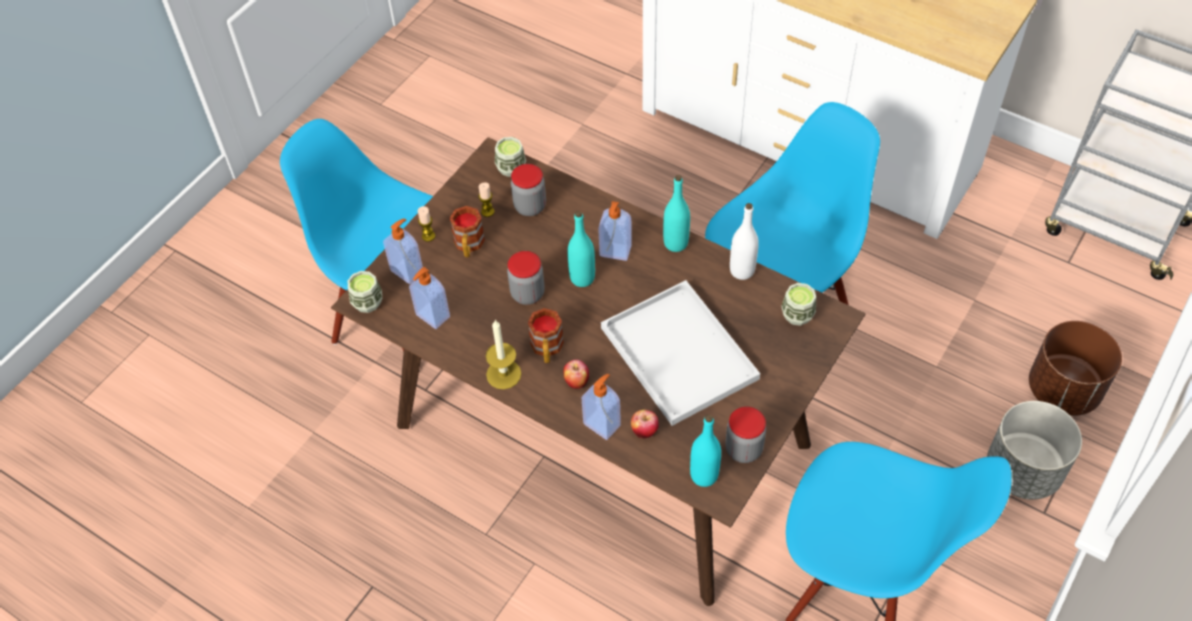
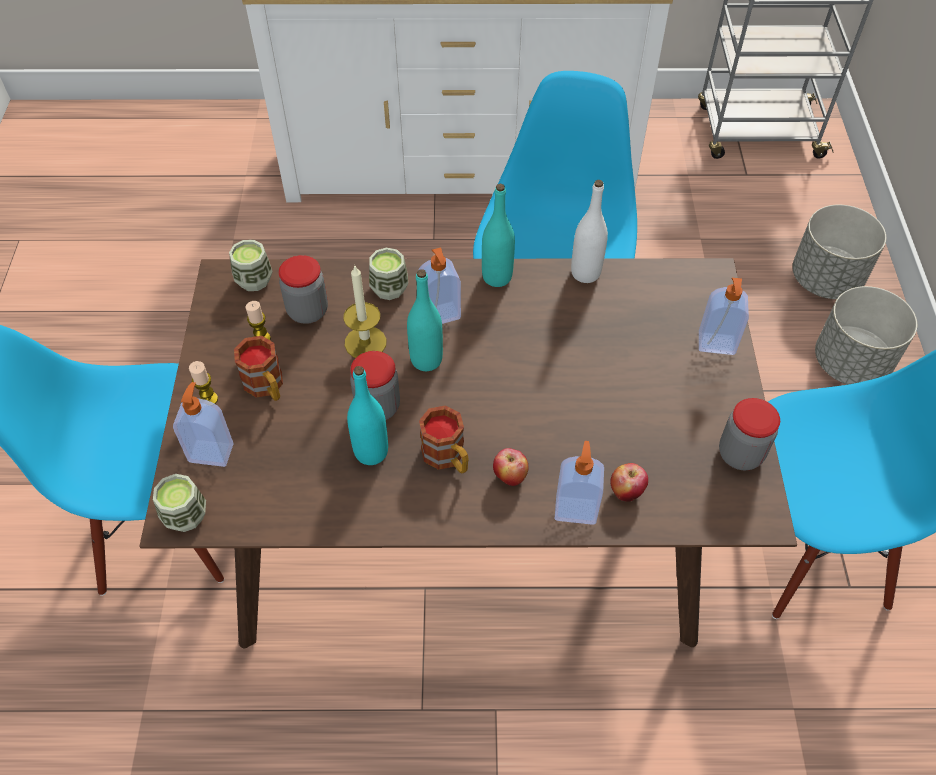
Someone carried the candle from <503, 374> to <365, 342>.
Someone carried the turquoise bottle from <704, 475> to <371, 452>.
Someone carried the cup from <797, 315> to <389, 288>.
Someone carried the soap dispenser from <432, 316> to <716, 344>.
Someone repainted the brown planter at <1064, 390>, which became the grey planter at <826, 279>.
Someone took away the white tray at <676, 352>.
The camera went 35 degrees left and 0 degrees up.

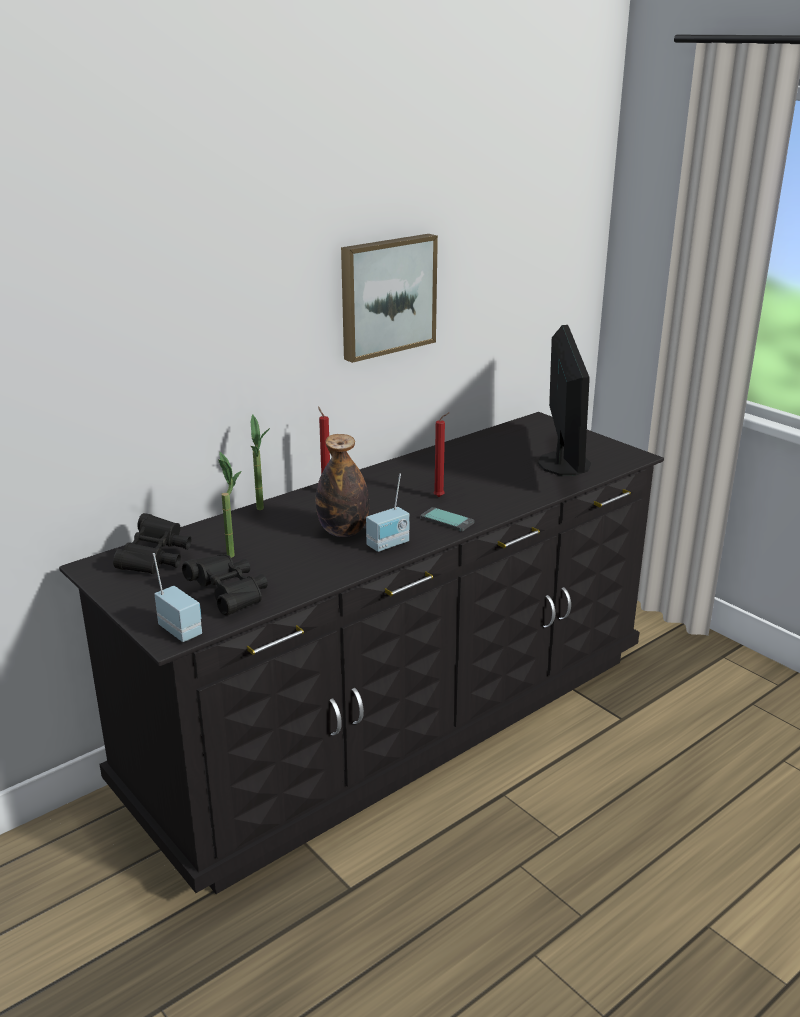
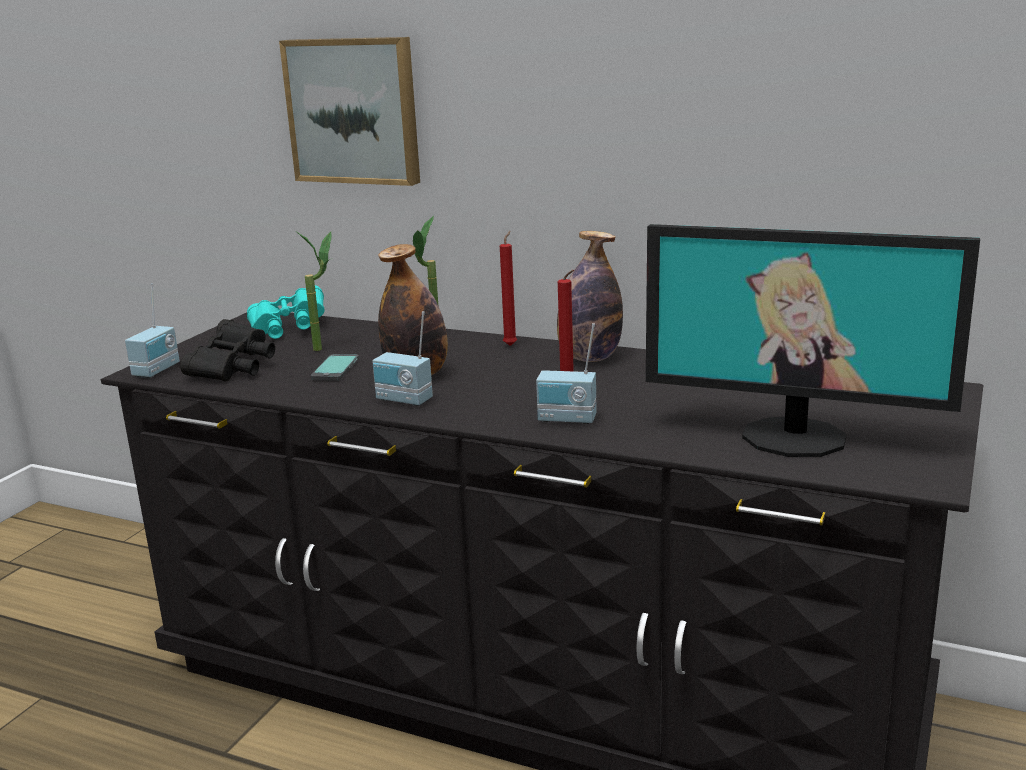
Someone repainted the black binoculars at <156, 559>, which became the turquoise binoculars at <288, 329>.
Someone carried the picture from <386, 296> to <354, 110>.
Someone carried the phone from <447, 520> to <335, 369>.
Someone put down the radio at <567, 420>.
Someone put down the bottle at <589, 358>.
Someone rotated the monitor at <562, 464> by 45 degrees clockwise.
The camera went 65 degrees right and 5 degrees down.

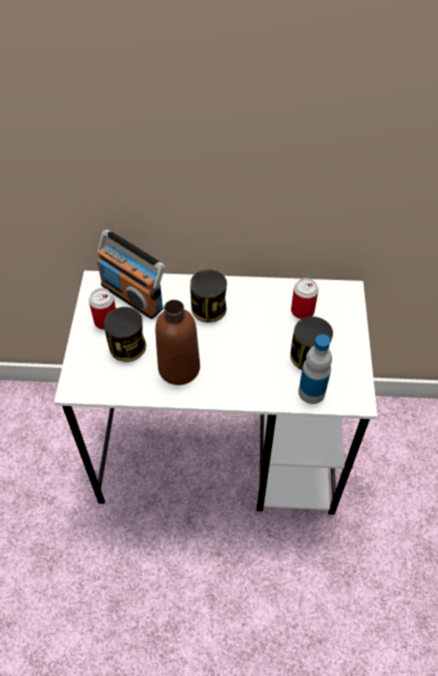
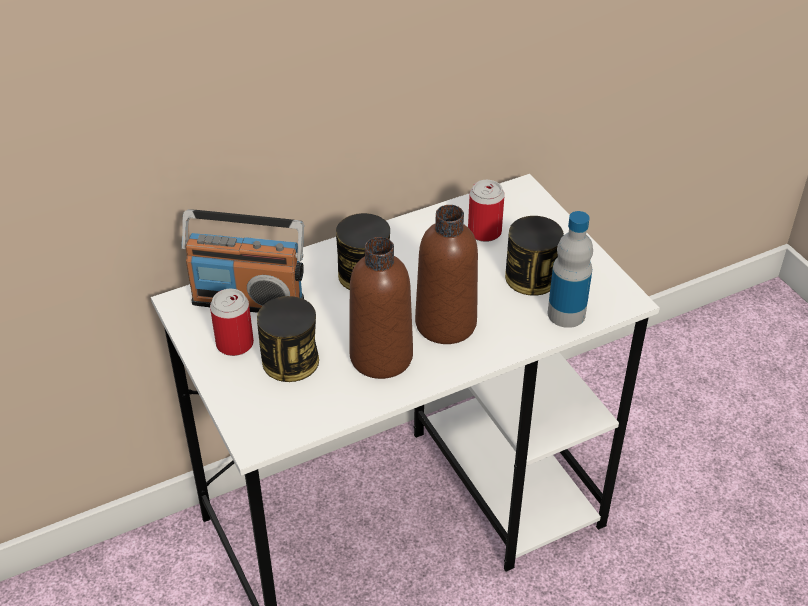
Someone put down the brown bottle at <445, 324>.
The camera went 30 degrees left and 10 degrees down.

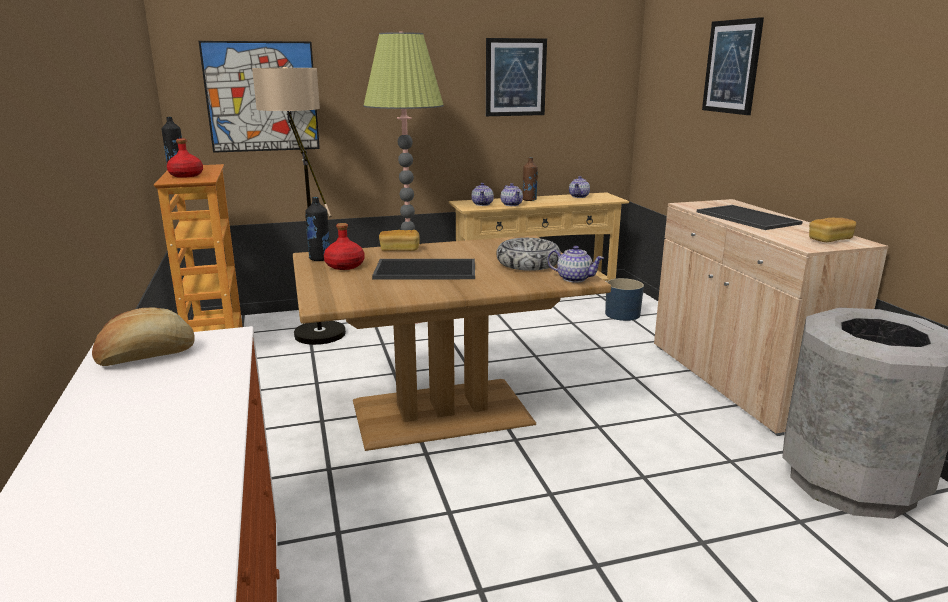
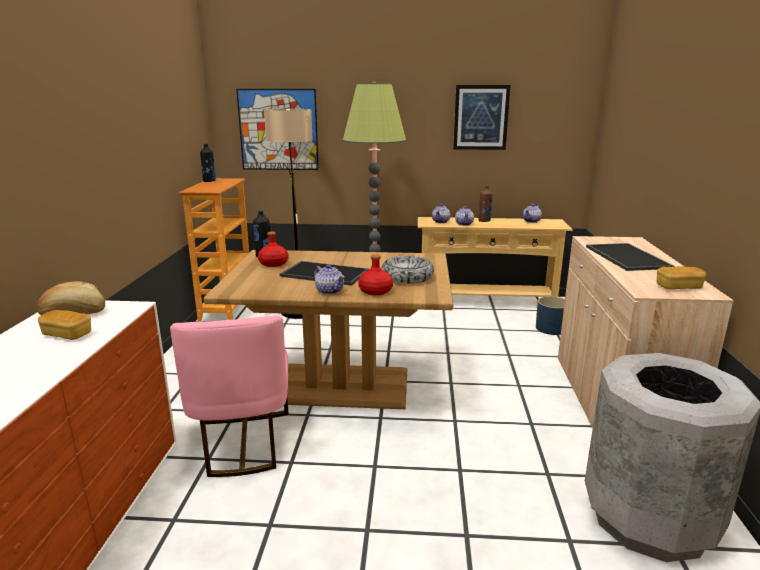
Someone carried the bread from <399, 249> to <67, 335>.
Someone put down the pink chair at <243, 443>.
Someone carried the teapot from <574, 278> to <329, 291>.
Someone carried the red bottle from <186, 175> to <375, 291>.
Someone took away the picture at <732, 67>.
The camera went 20 degrees right and 0 degrees up.

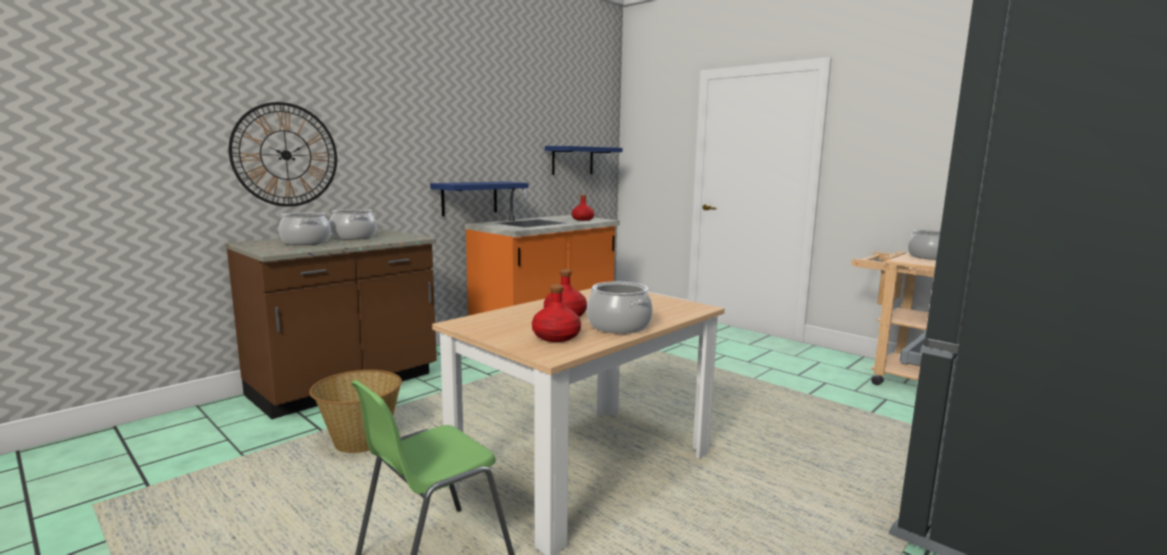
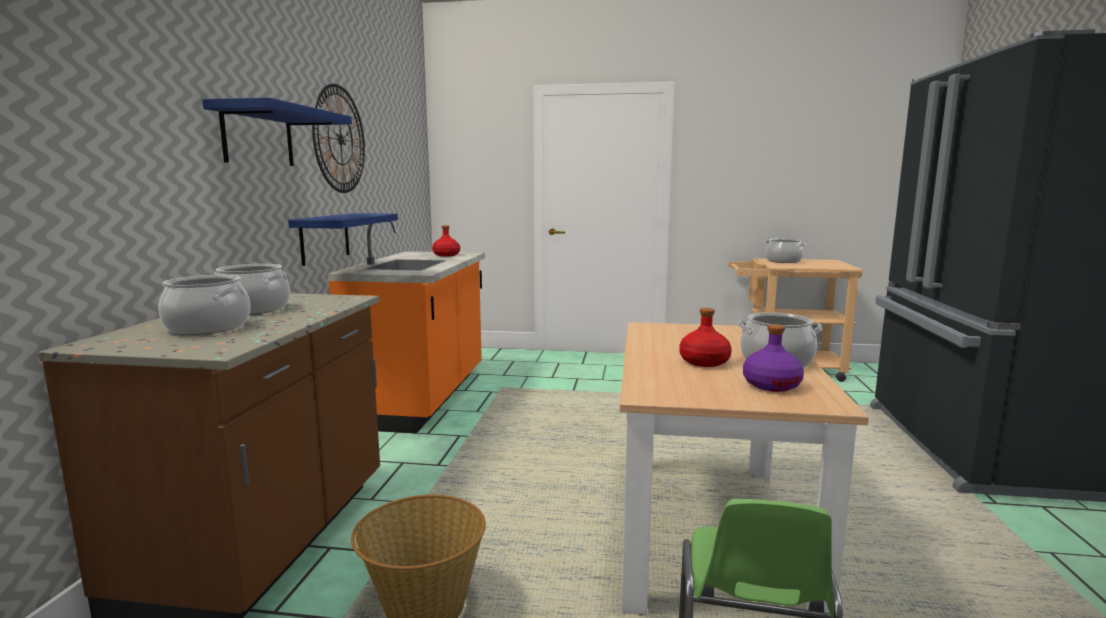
Someone carried the blue shelf from <572, 160> to <258, 136>.
Someone carried the wall clock from <286, 155> to <340, 139>.
Someone repainted the red bottle at <556, 337>, which became the purple bottle at <771, 385>.
The camera went 35 degrees left and 0 degrees up.

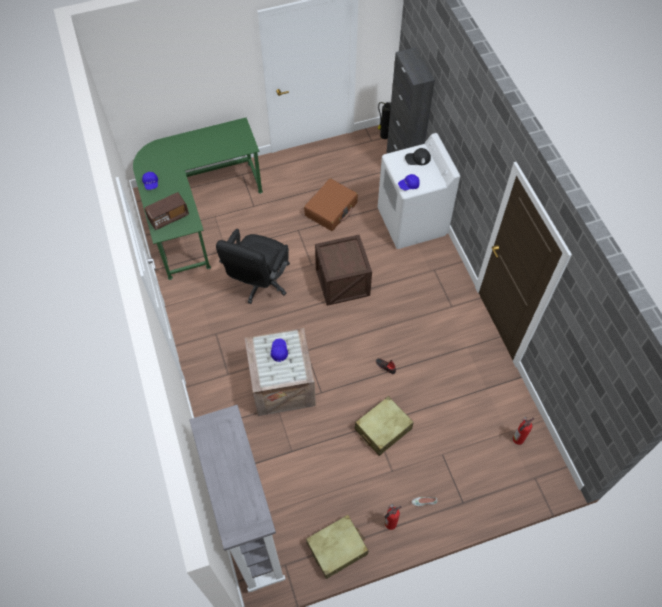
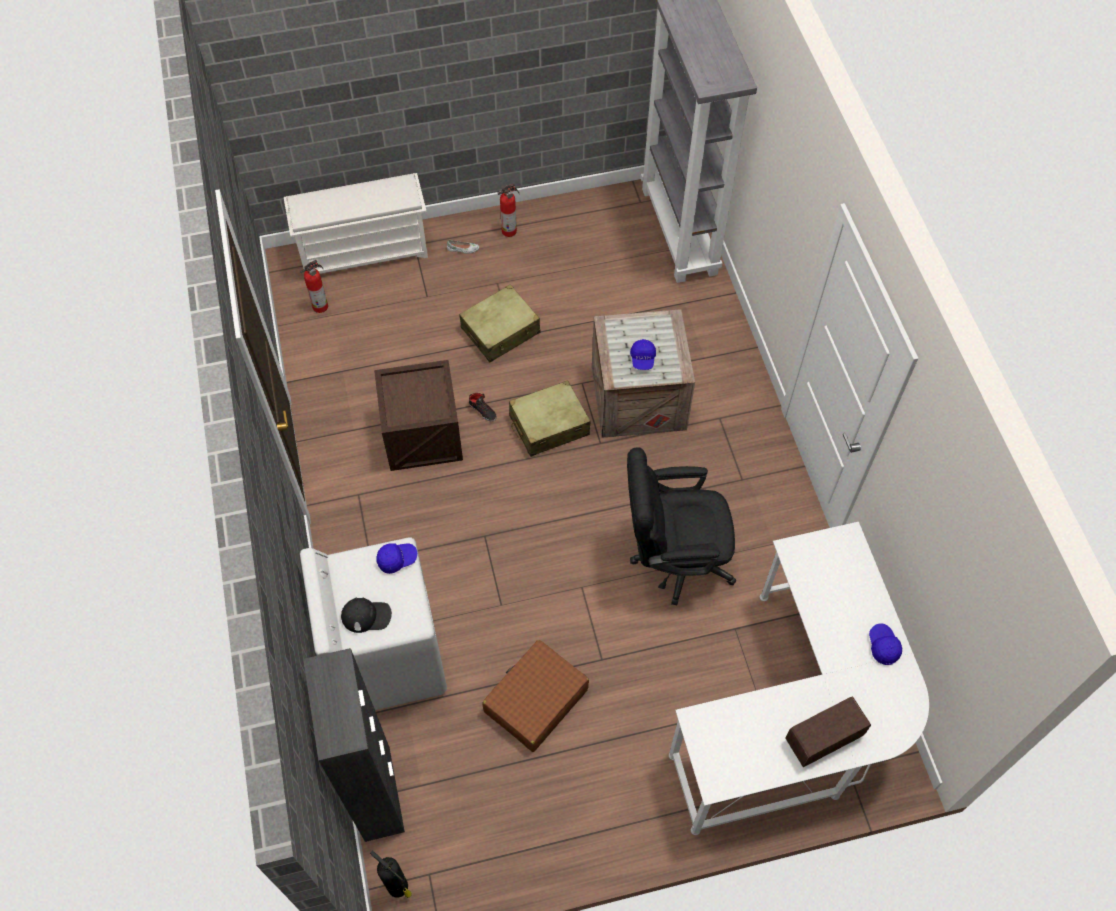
Someone put down the white shoe rack at <365, 252>.
Someone carried the crate from <342, 282> to <422, 434>.
Someone carried the beige suitcase from <337, 548> to <548, 425>.
Someone rotated the black office chair at <259, 283> by 120 degrees counterclockwise.
Someone repainted the green desk at <196, 212>, which became the white desk at <797, 716>.
Someone carried the radio from <168, 217> to <824, 738>.
The camera went 175 degrees left and 0 degrees up.

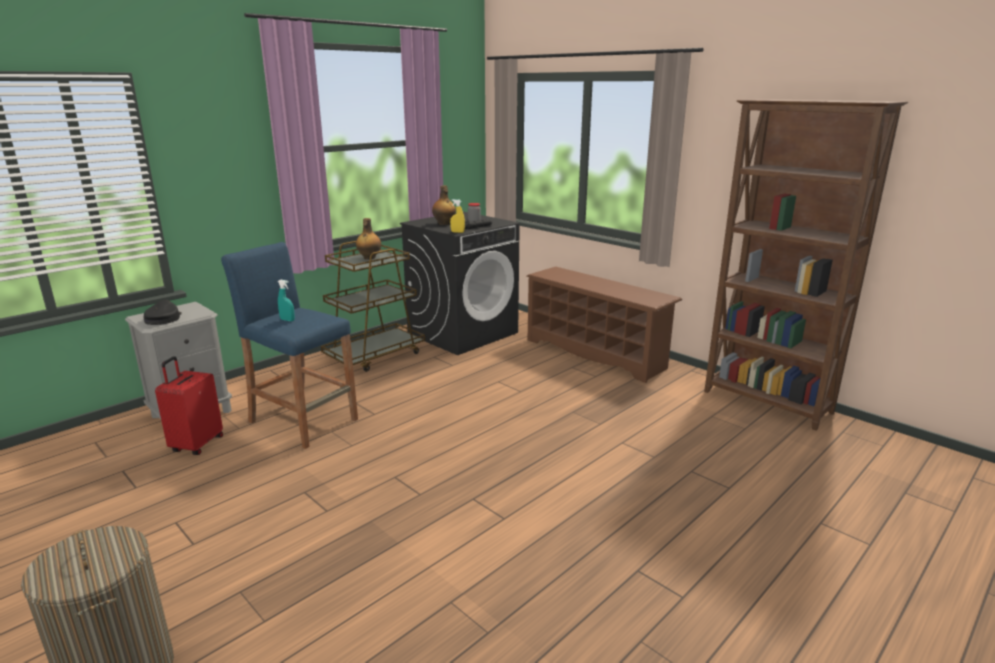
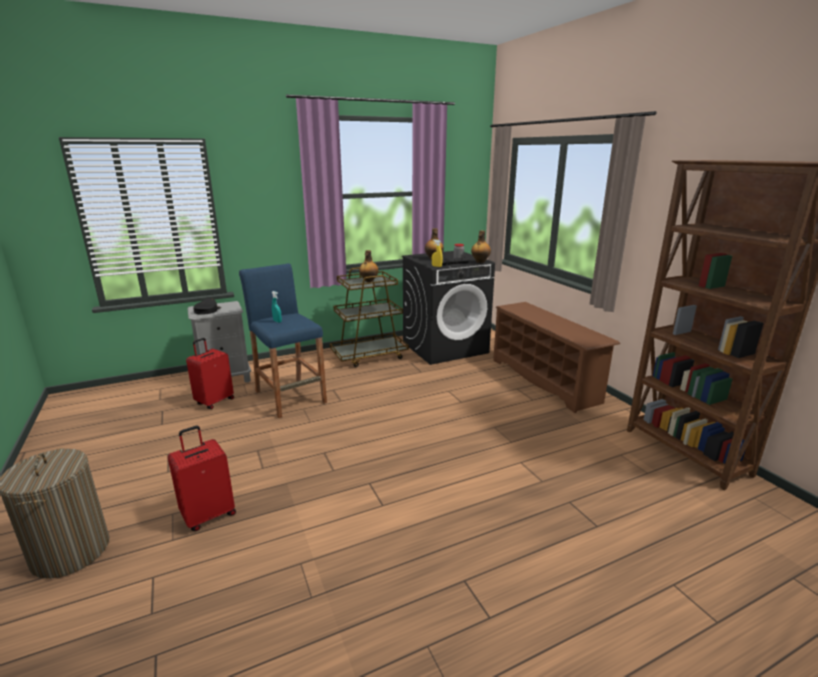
Someone put down the red suitcase at <208, 515>.
Someone put down the bottle at <480, 262>.
The camera went 20 degrees right and 0 degrees up.

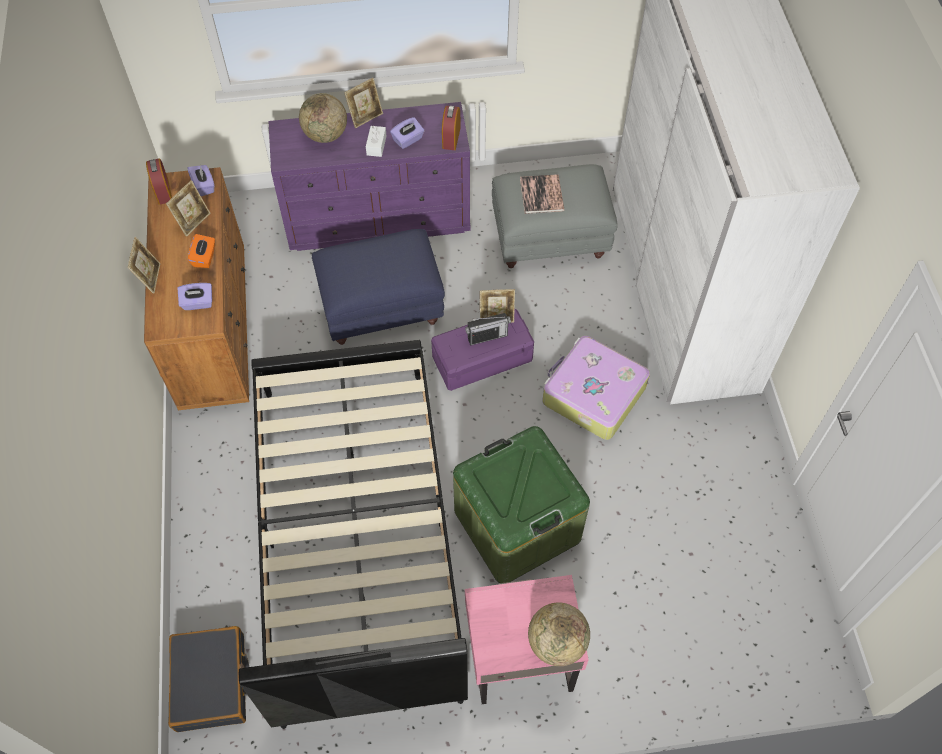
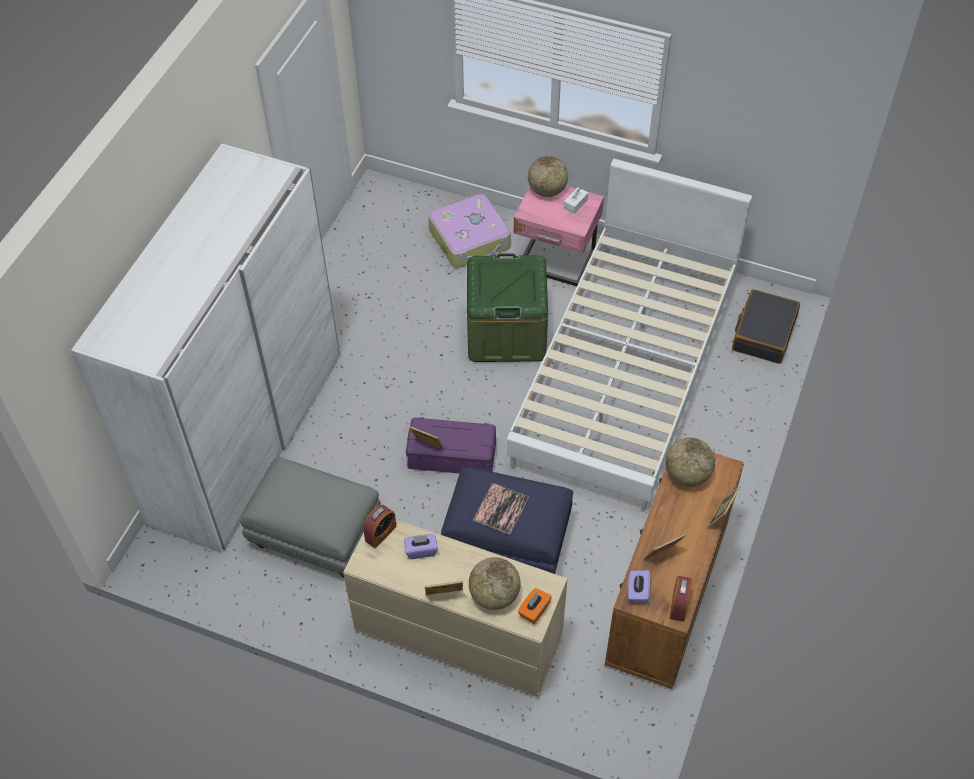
Someone repainted the purple dresser at <379, 219>, which became the beige dresser at <457, 635>.
Someone carried the suitcase from <592, 394> to <470, 239>.
Someone carried the book from <541, 195> to <500, 509>.
Someone repainted the black bed at <356, 536>, which became the white bed at <624, 375>.
Someone carried the orange tissue box from <204, 258> to <534, 610>.
Someone carried the white tissue box from <376, 145> to <575, 204>.
Someone swapped the purple tissue box at <198, 303> for the globe at <687, 475>.
Someone took away the radio at <487, 336>.
The camera went 150 degrees left and 5 degrees down.

